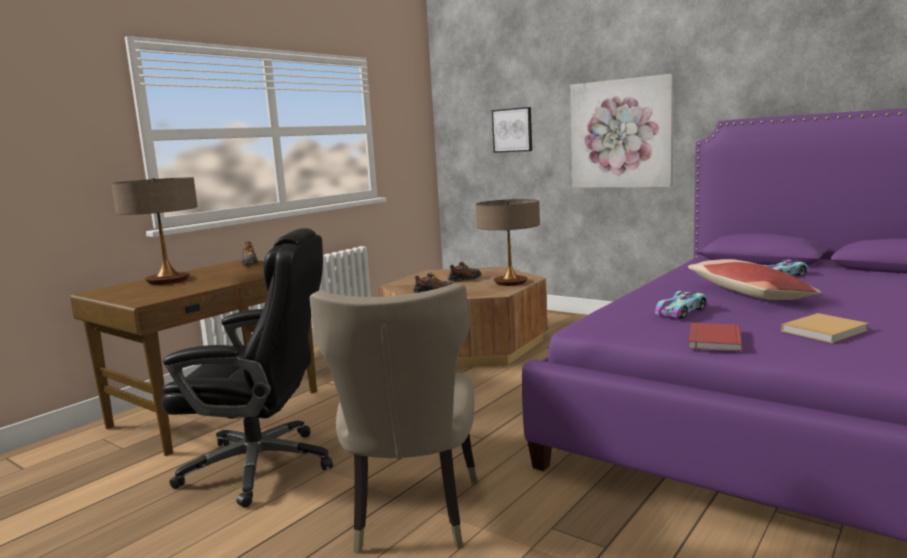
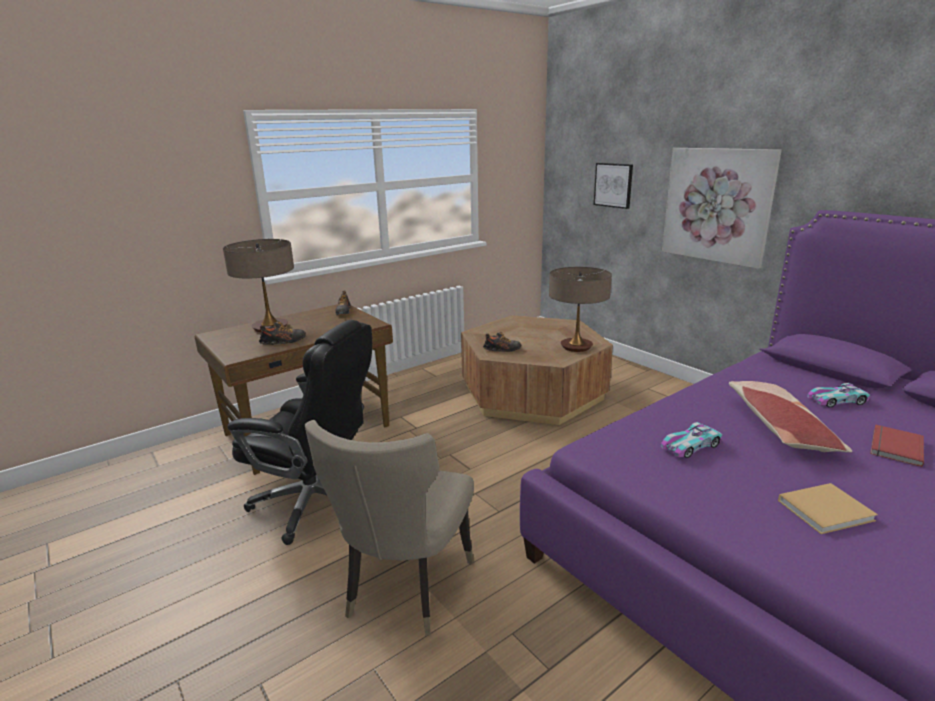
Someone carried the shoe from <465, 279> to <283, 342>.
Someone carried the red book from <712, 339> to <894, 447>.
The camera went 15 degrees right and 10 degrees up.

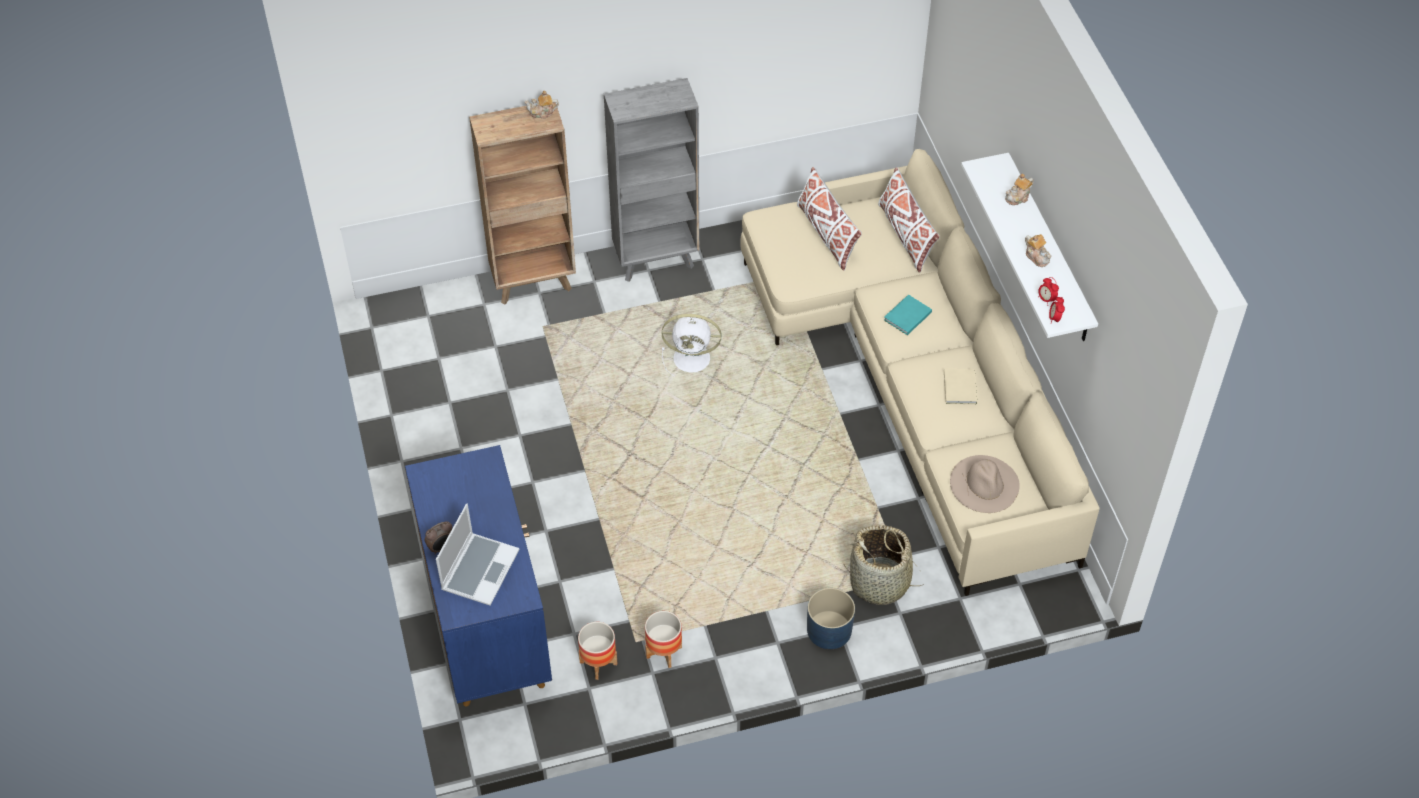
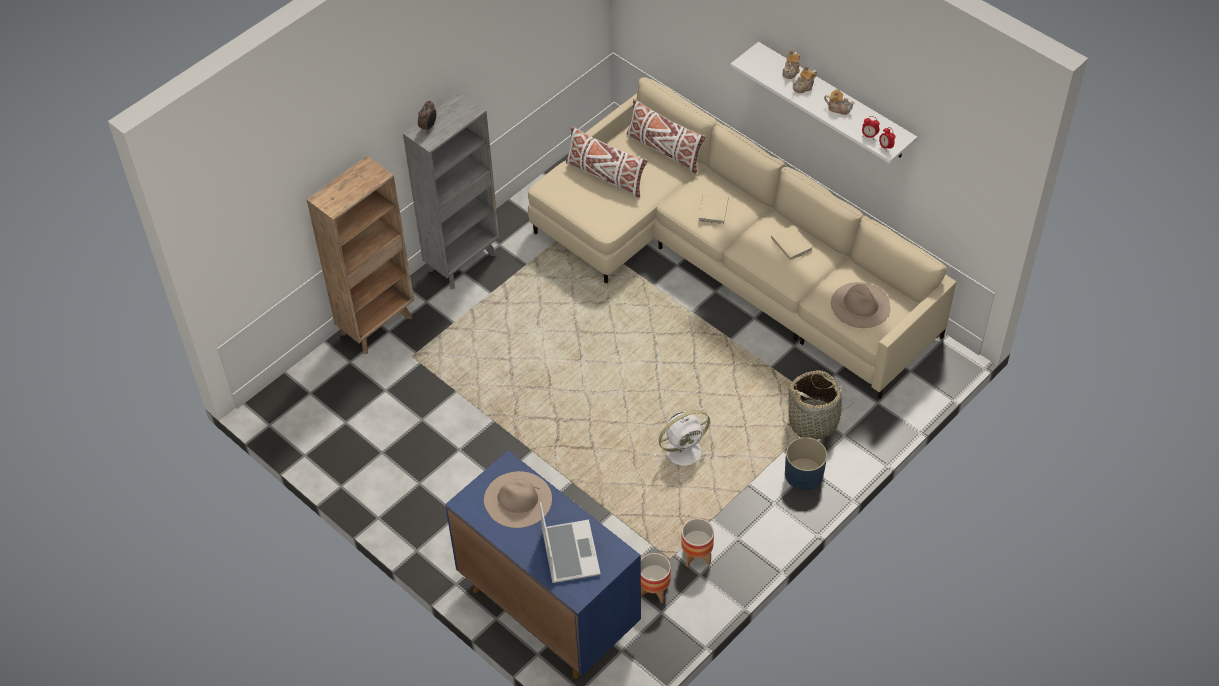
Someone carried the alarm clock from <442, 548> to <428, 127>.
Someone put down the beige hat at <517, 499>.
Someone carried the white fan from <693, 359> to <685, 451>.
Someone repainted the turquoise book at <906, 316>, which became the beige book at <712, 210>.
Someone carried the teapot from <542, 113> to <804, 87>.
The camera went 30 degrees left and 0 degrees up.

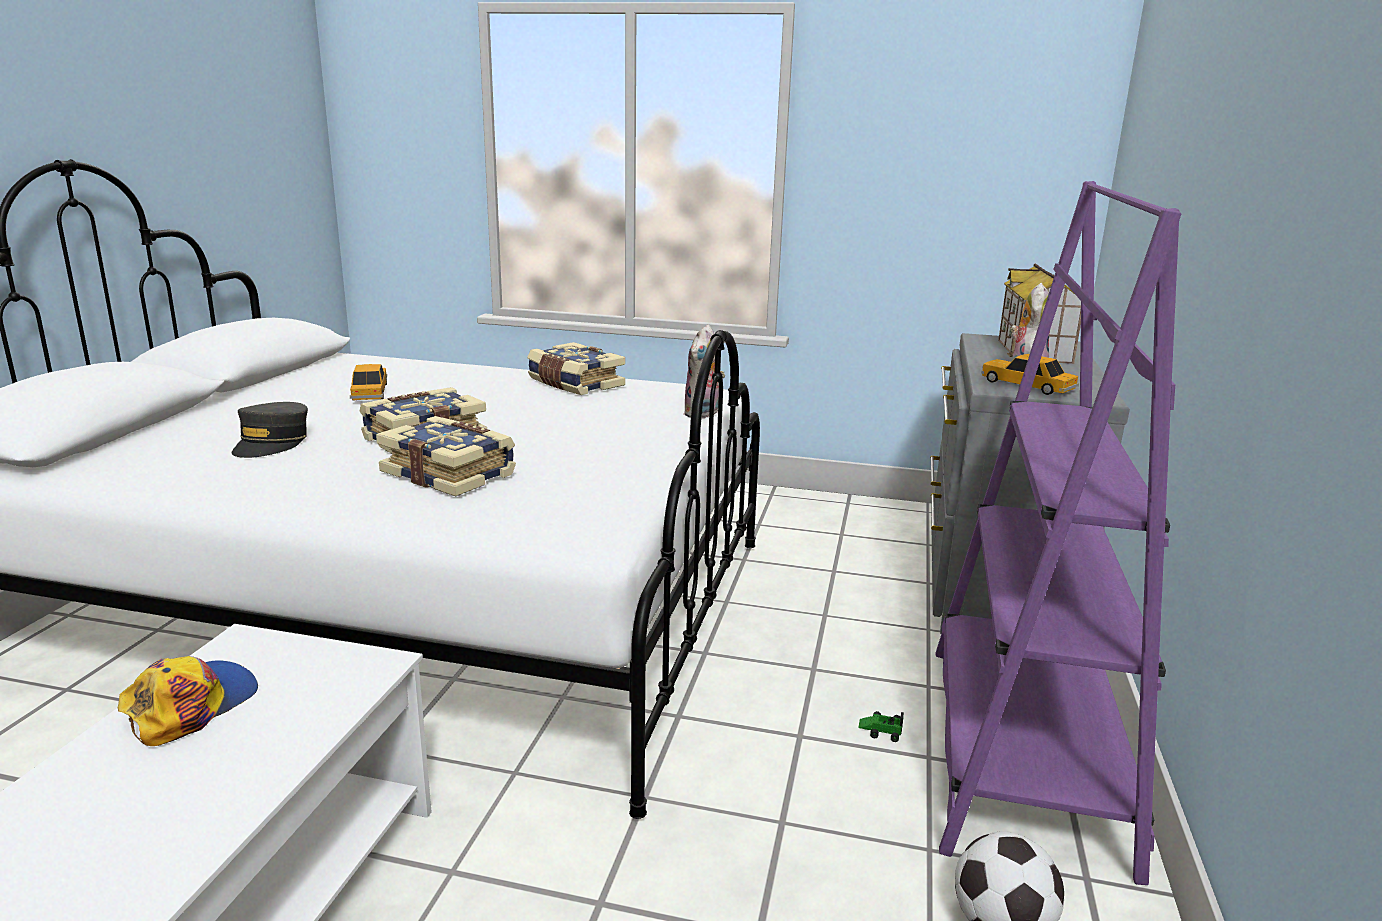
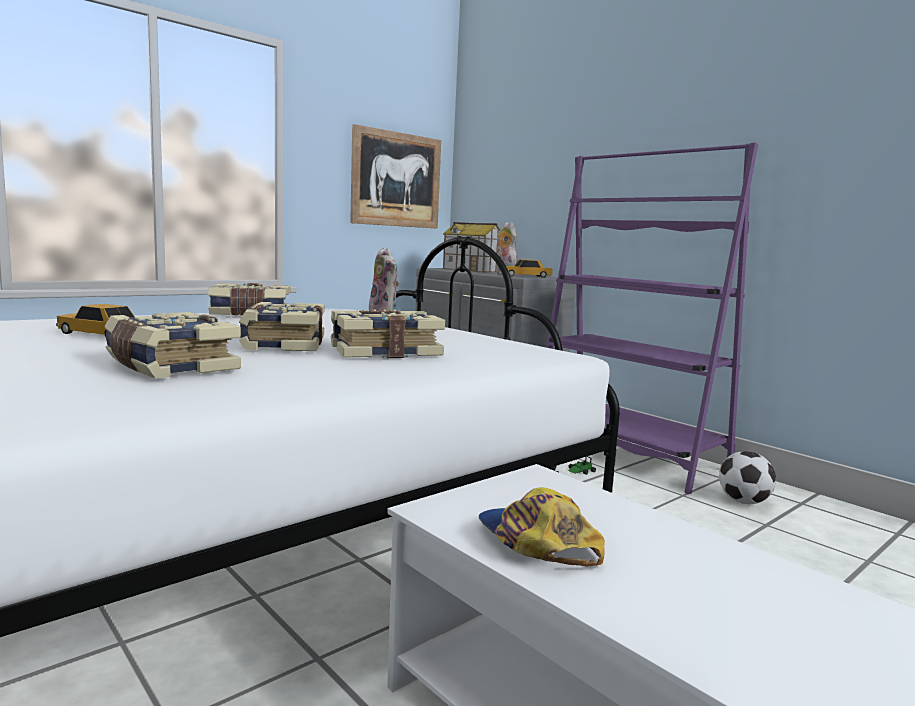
Someone swapped the grey cap at <272, 443> for the book at <169, 366>.
Someone put up the picture at <396, 180>.
The camera went 55 degrees left and 10 degrees down.

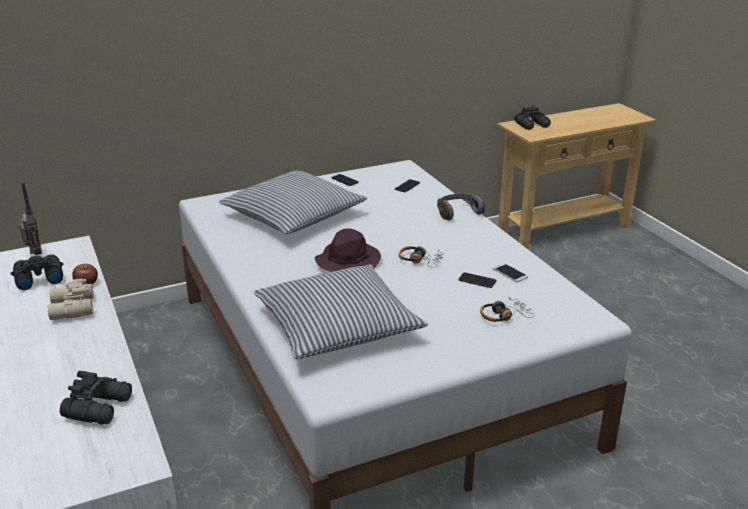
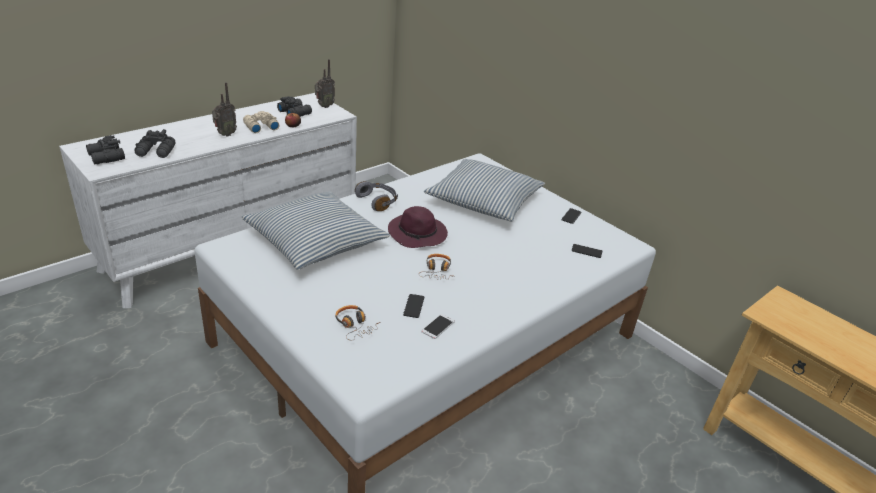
Someone carried the black binoculars from <532, 125> to <105, 157>.
Someone put down the radio at <225, 134>.
Someone carried the grey headphones from <457, 212> to <378, 201>.
The camera went 70 degrees right and 5 degrees up.

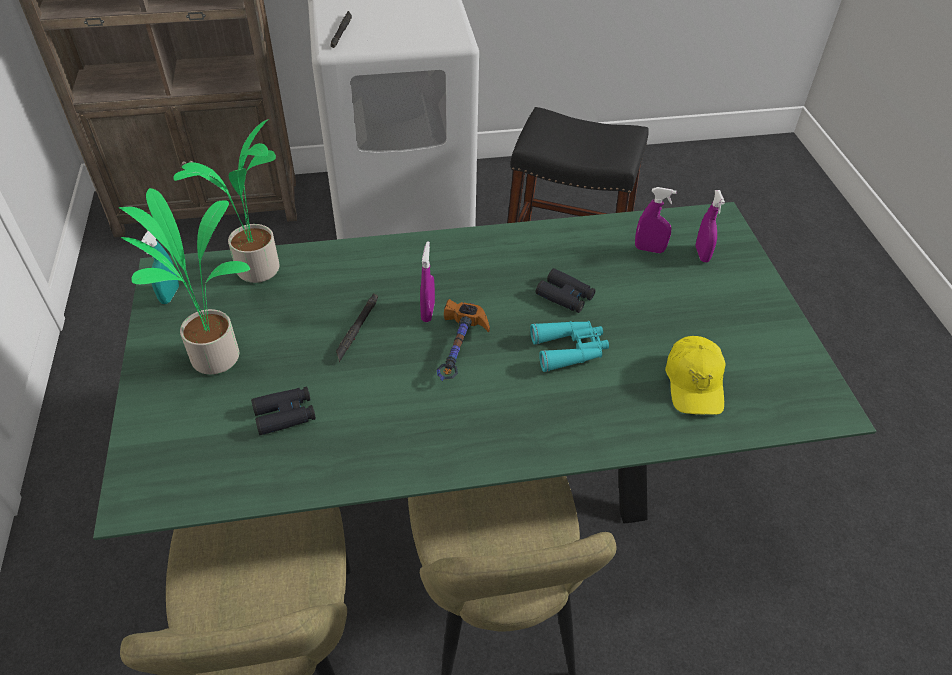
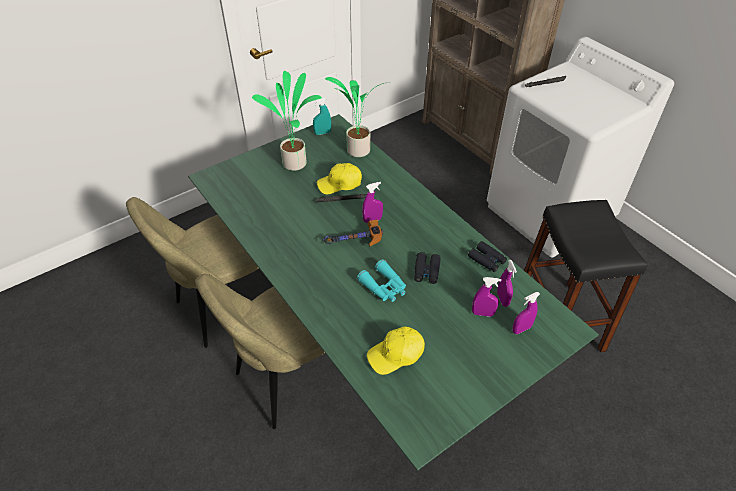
Someone put down the yellow cap at <340, 184>.
Someone carried the black binoculars from <285, 415> to <487, 260>.
Someone put down the purple spray bottle at <482, 313>.
The camera went 65 degrees right and 0 degrees up.

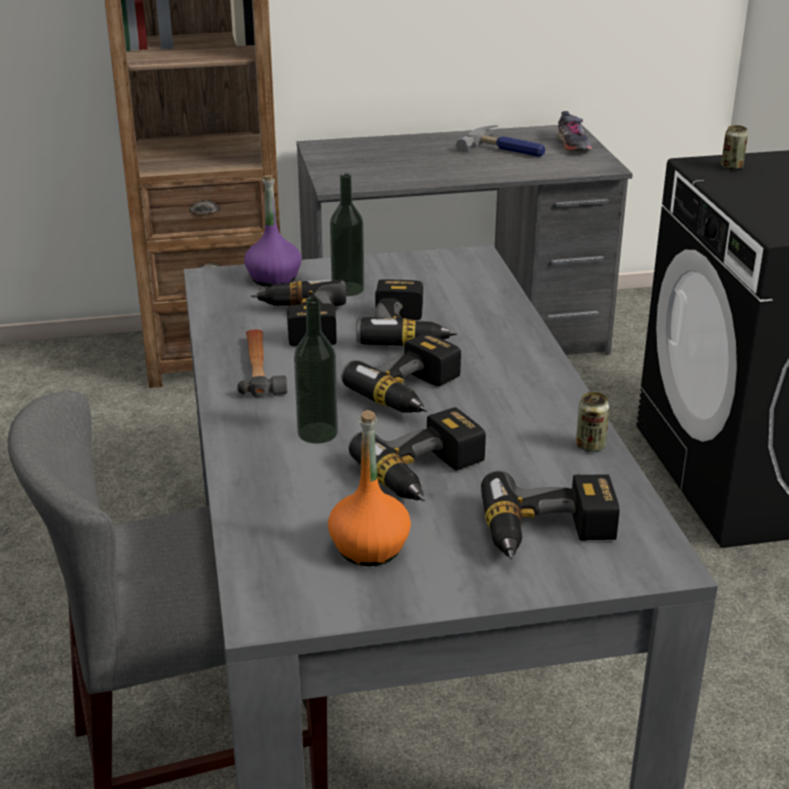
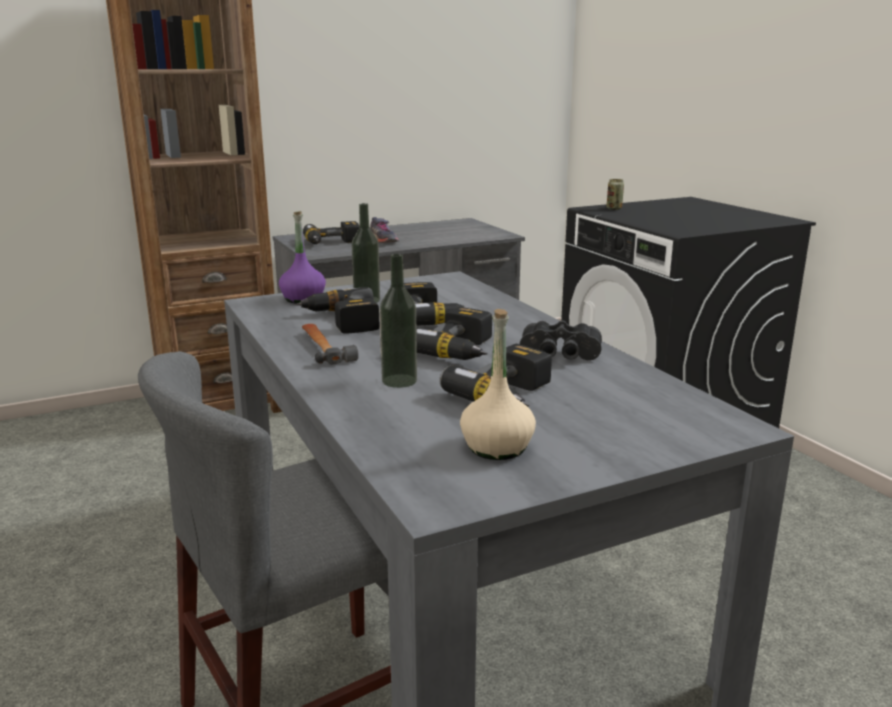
Someone carried the power drill from <549, 535> to <333, 243>.
Someone carried the grey shoe from <572, 145> to <383, 240>.
Someone repainted the orange bottle at <370, 548>, which became the beige bottle at <497, 447>.
Someone put down the black binoculars at <559, 355>.
Someone took away the hammer at <507, 149>.
Someone took away the can at <590, 446>.
The camera went 15 degrees left and 10 degrees down.

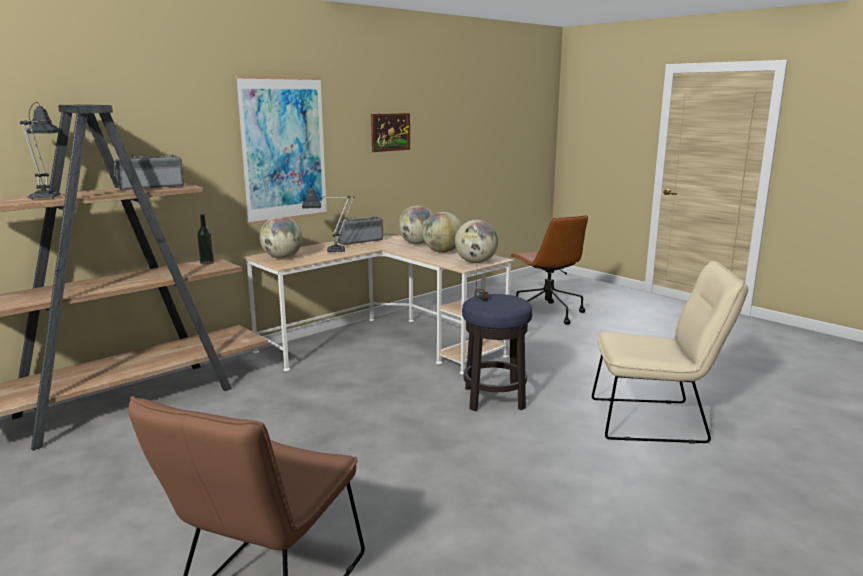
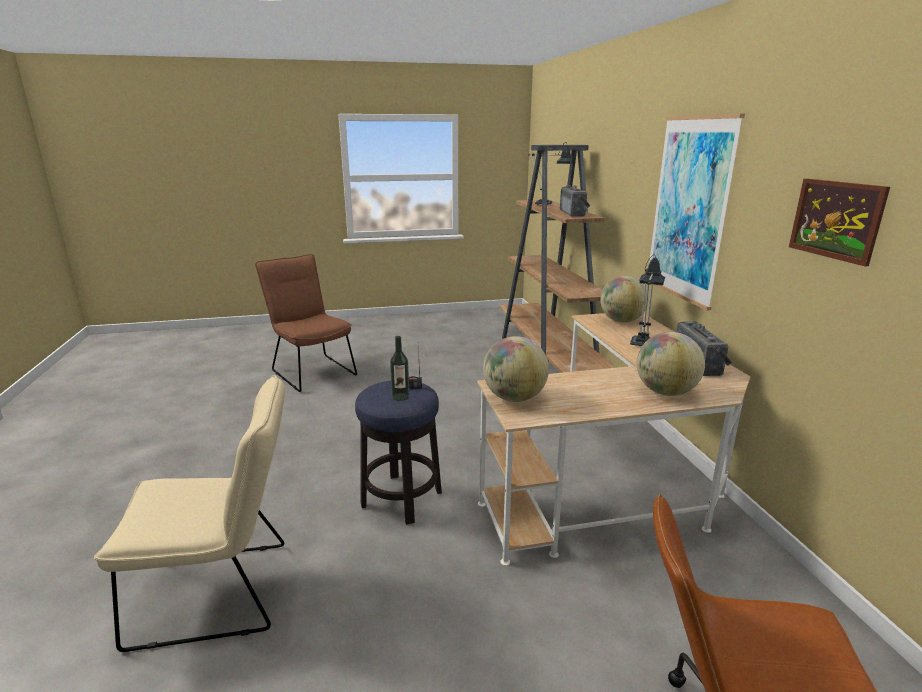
Someone rotated the beige chair at <656, 421> by 135 degrees counterclockwise.
Someone carried the bottle from <207, 263> to <400, 397>.
Someone took away the globe at <442, 252>.
The camera went 120 degrees right and 5 degrees up.

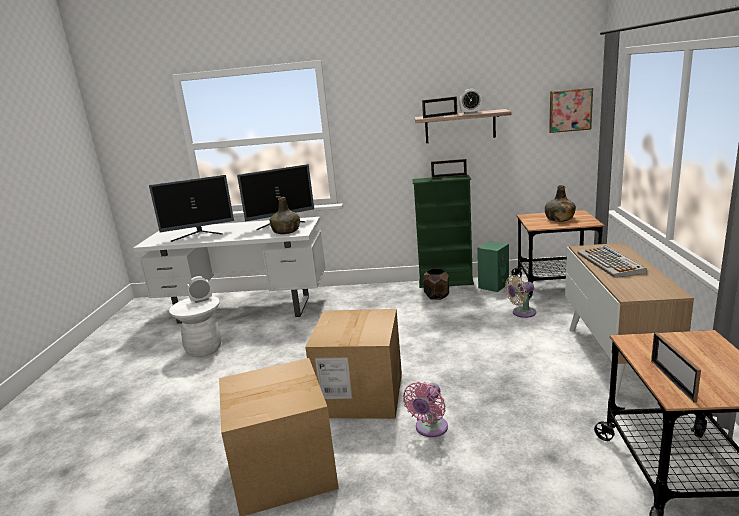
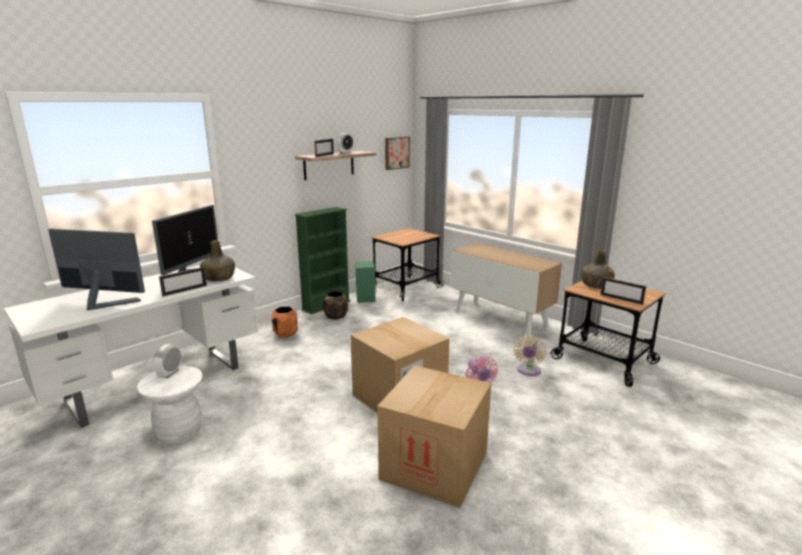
Someone rotated the monitor at <199, 235> by 105 degrees counterclockwise.
Someone carried the picture frame from <449, 176> to <185, 290>.
Someone put down the orange planter at <285, 333>.
Someone carried the beige fan from <521, 313> to <528, 371>.
Someone carried the green bottle from <559, 219> to <596, 285>.
Someone took away the keyboard at <610, 263>.
The camera went 50 degrees left and 0 degrees up.

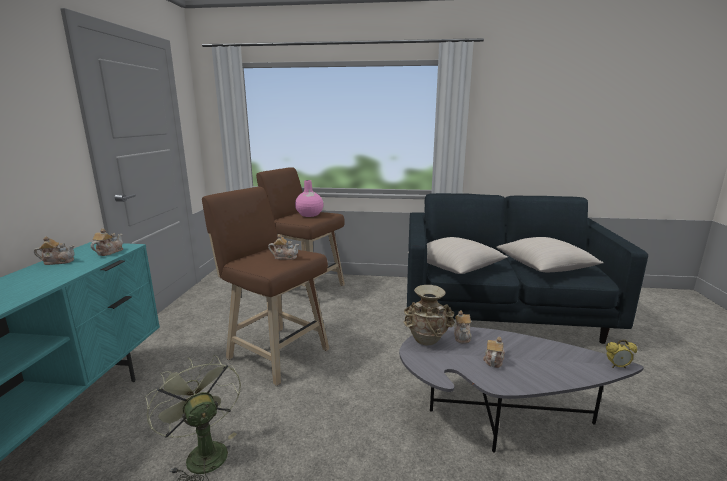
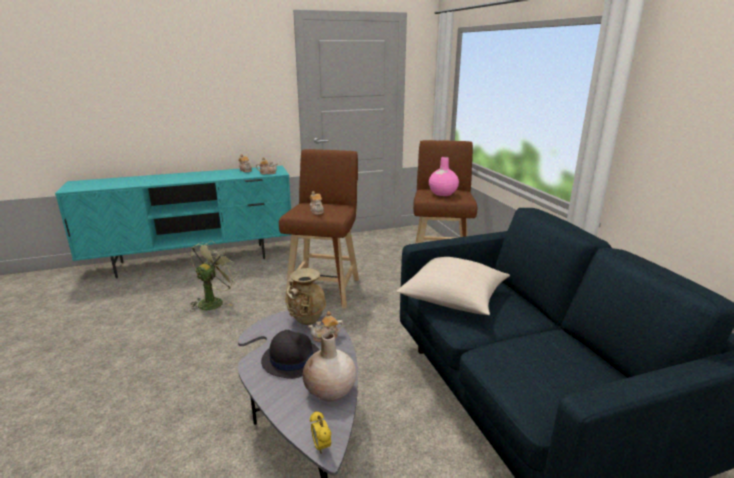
Someone swapped the teapot at <493, 360> for the black hat at <291, 359>.
Someone put down the beige vase at <330, 391>.
Someone took away the beige pillow at <545, 267>.
The camera went 65 degrees right and 5 degrees up.

